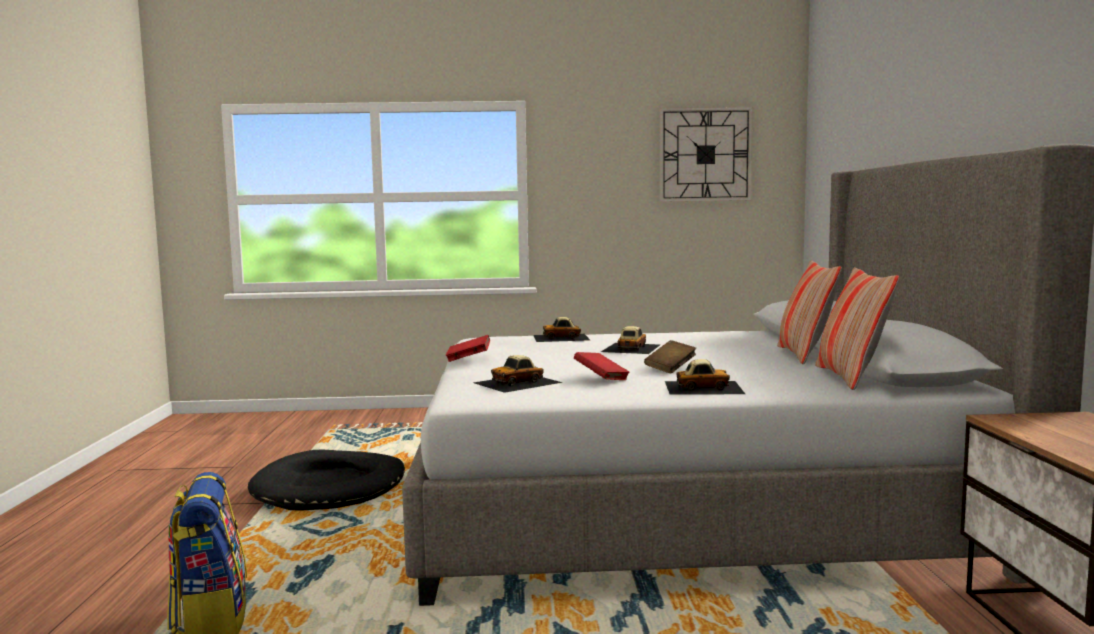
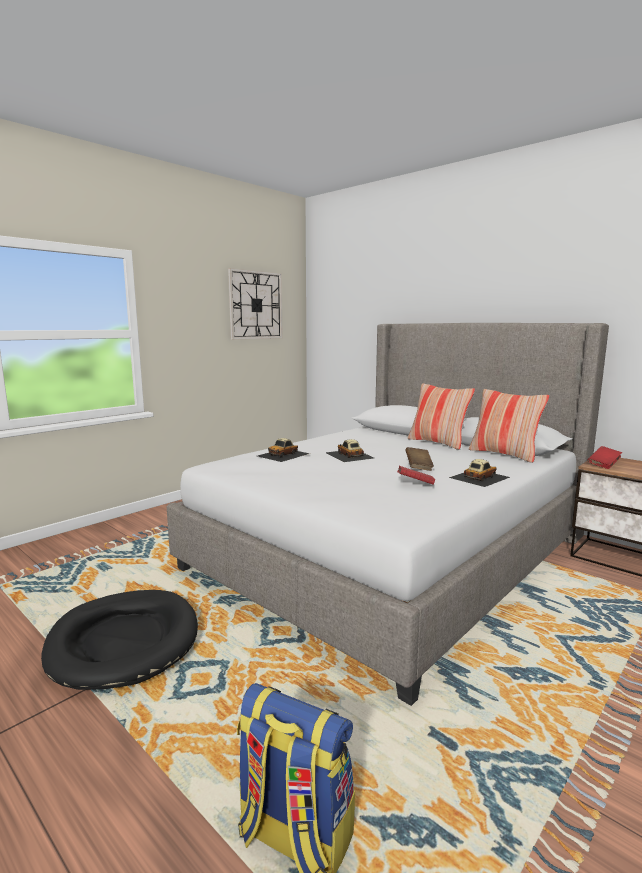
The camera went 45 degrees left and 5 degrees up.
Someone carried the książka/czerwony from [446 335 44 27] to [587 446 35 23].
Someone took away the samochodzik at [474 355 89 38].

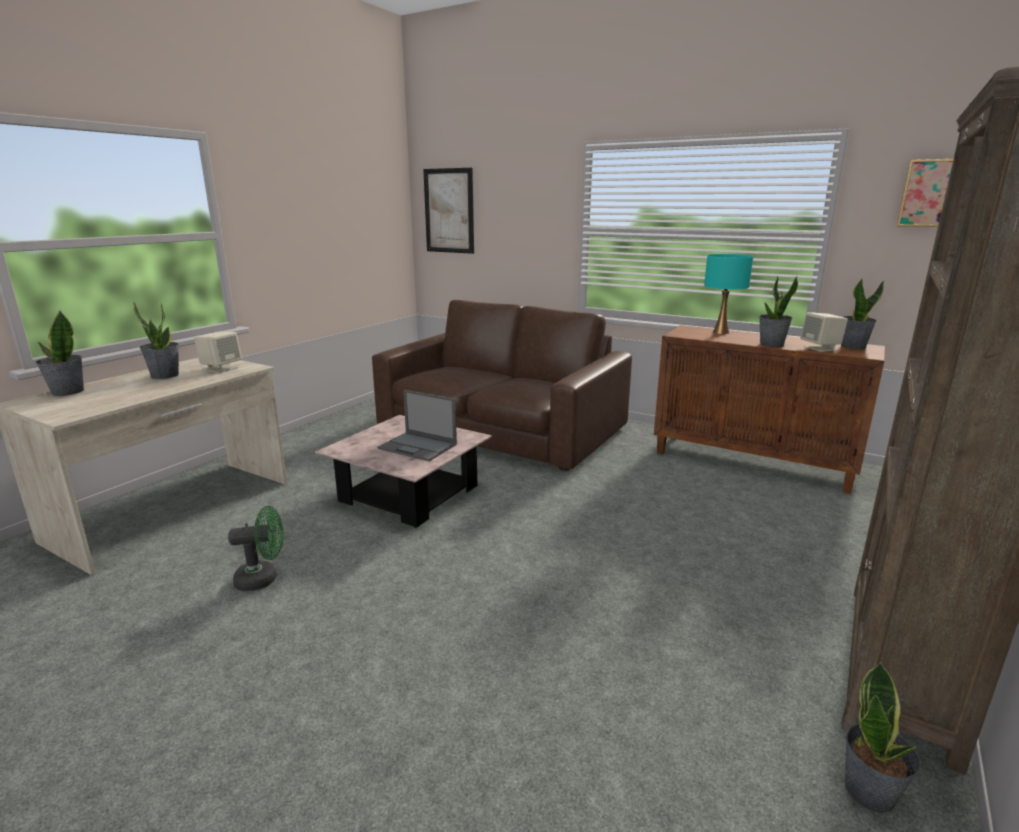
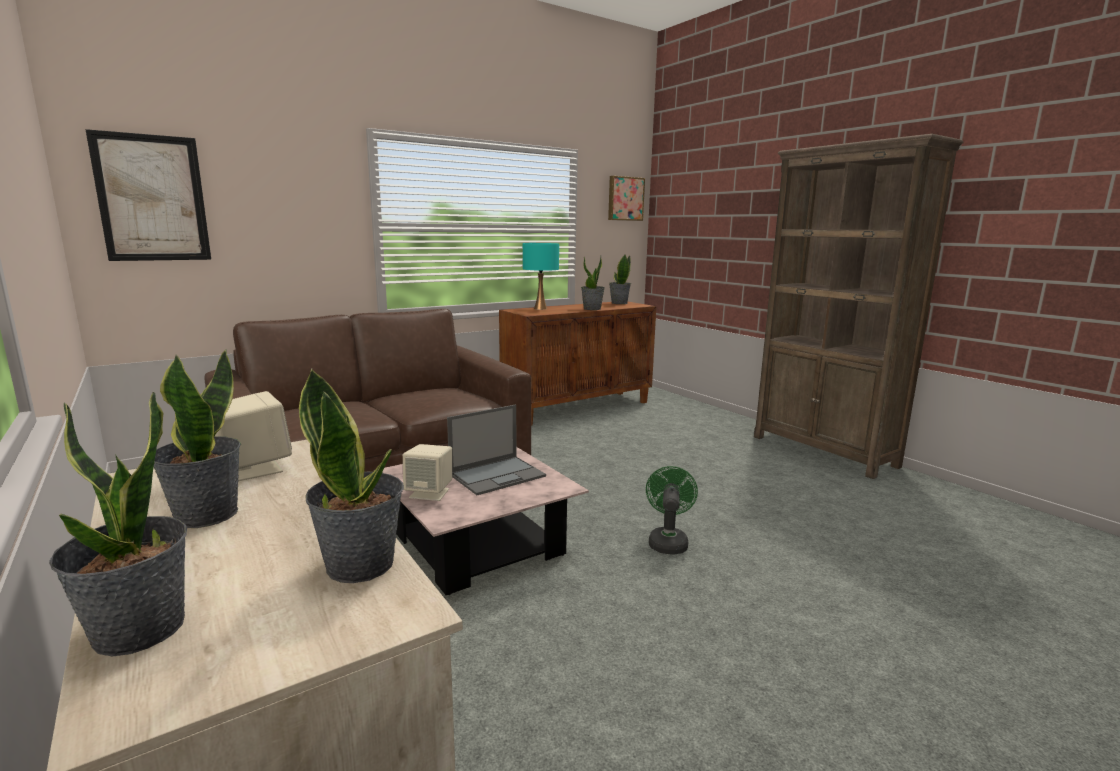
The camera went 65 degrees left and 5 degrees down.
Someone carried the wentylator/zielony from [228 506 56 85] to [646 466 52 89].
Someone carried the głośnik/beżowy from [800 312 48 40] to [403 444 49 57].
Someone carried the roślina doniczkowa from [845 662 76 151] to [299 368 105 215].

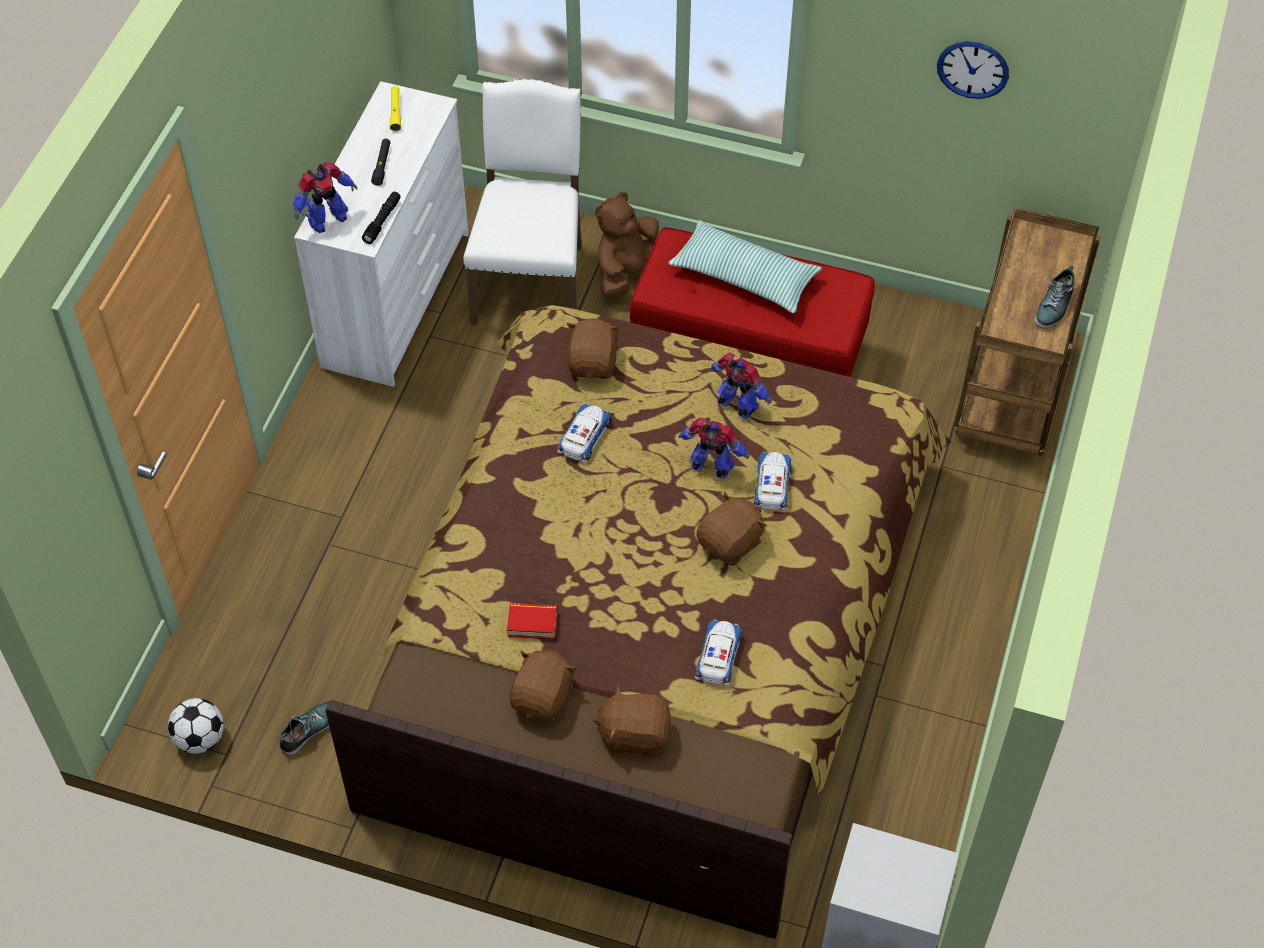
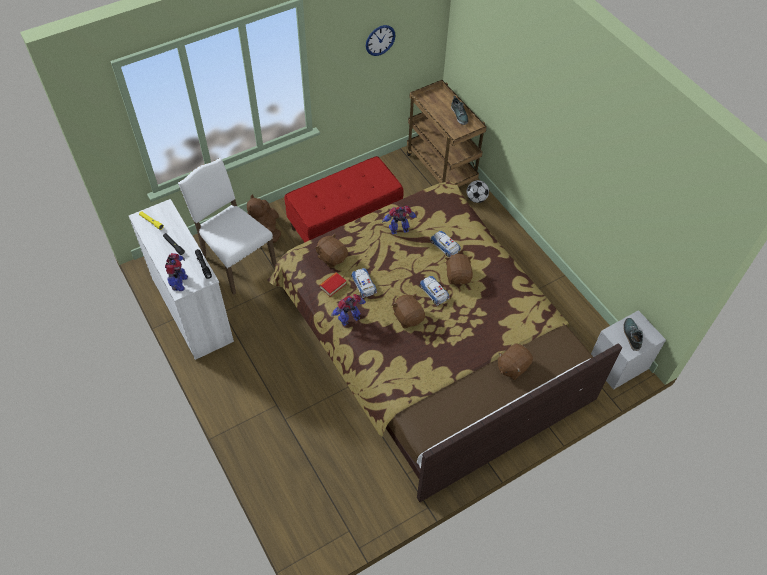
The camera went 50 degrees left and 0 degrees up.
Someone carried the piłka futbolowa from [168 698 56 56] to [467 180 22 23].
Someone carried the but from [277 702 52 54] to [623 318 20 33].
Someone carried the książka from [507 603 50 36] to [320 272 26 25].
Someone carried the pluszak/brązowy from [510 650 67 71] to [392 293 33 35].
Someone took away the poduszka at [668 220 154 93].
Someone carried the robot zabawkowy from [678 418 71 61] to [331 294 35 32].
Someone carried the samochodzik from [695 619 47 67] to [419 276 31 30].

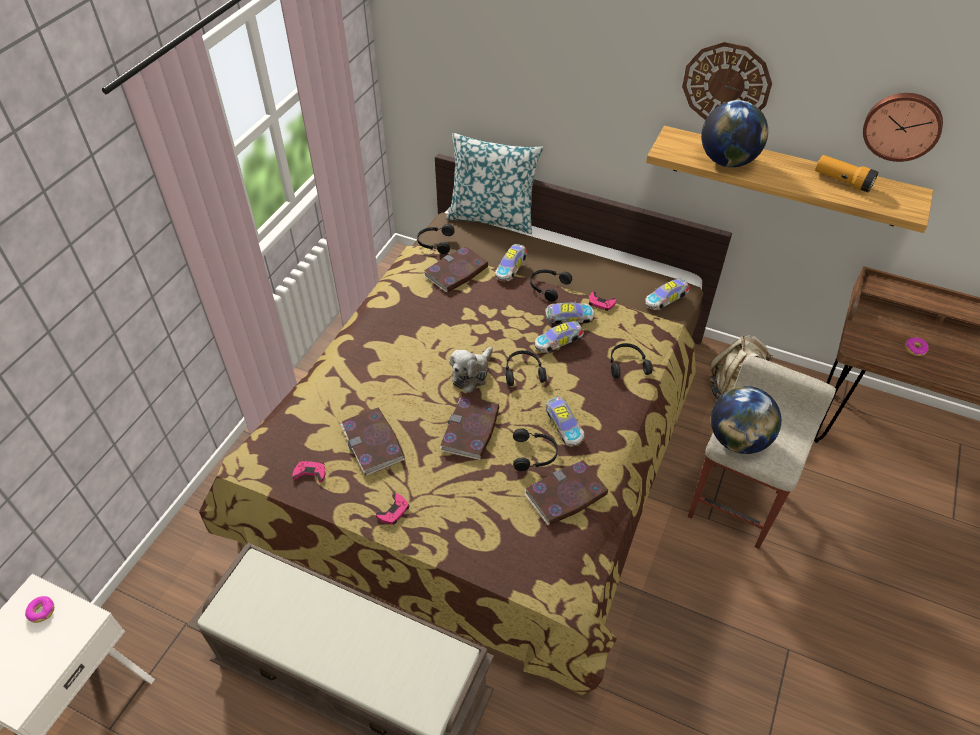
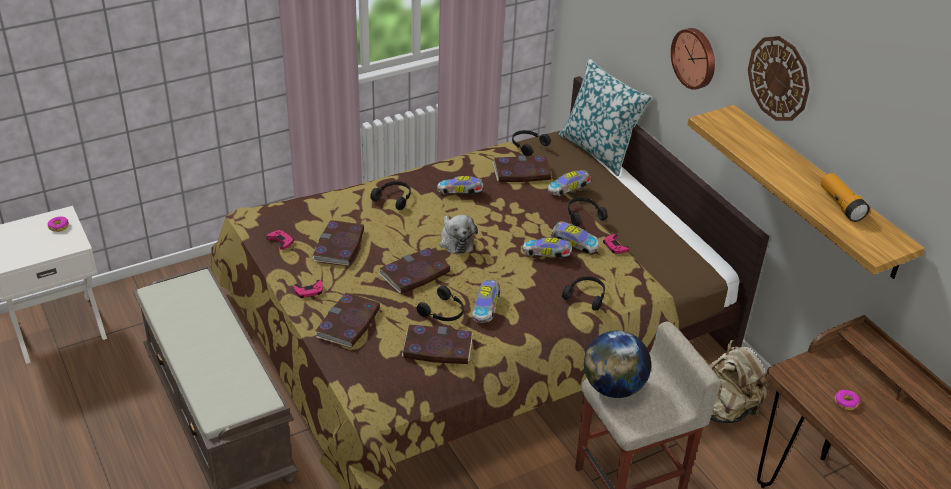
The camera went 35 degrees right and 10 degrees down.
Someone rotated the pluszak at [449 347 44 46] by 90 degrees counterclockwise.
Someone carried the słuchawki/czarny from [506 350 41 36] to [370 181 41 29].
Someone carried the samochodzik from [645 279 44 31] to [437 176 47 19].
Someone took away the globus at [701 100 67 67].
Someone carried the zegar ścienny from [863 93 80 69] to [671 28 44 62].
Someone put down the książka at [315 293 65 55].

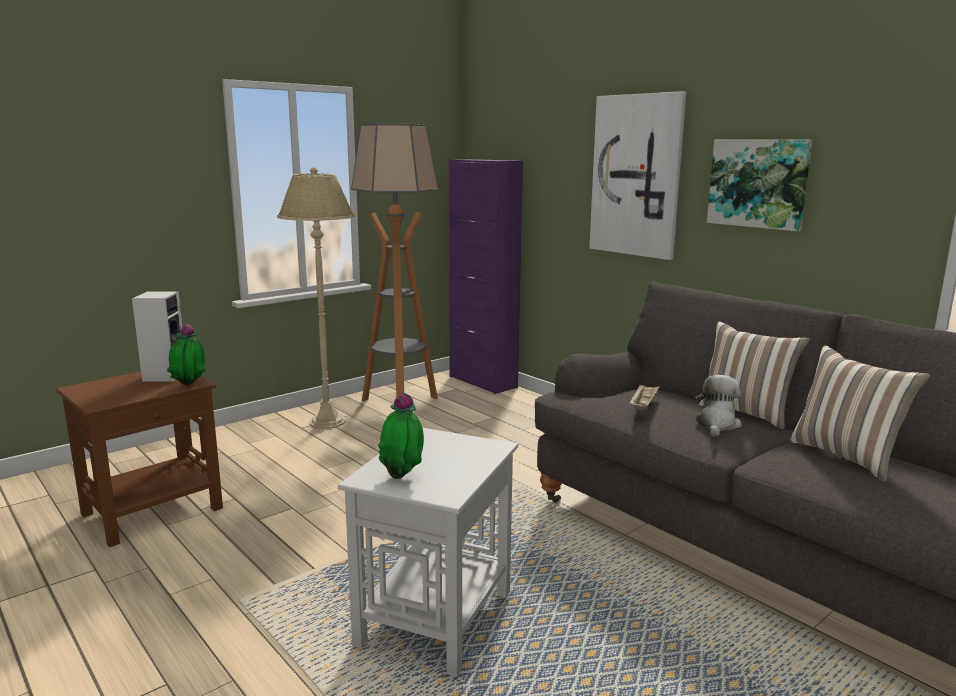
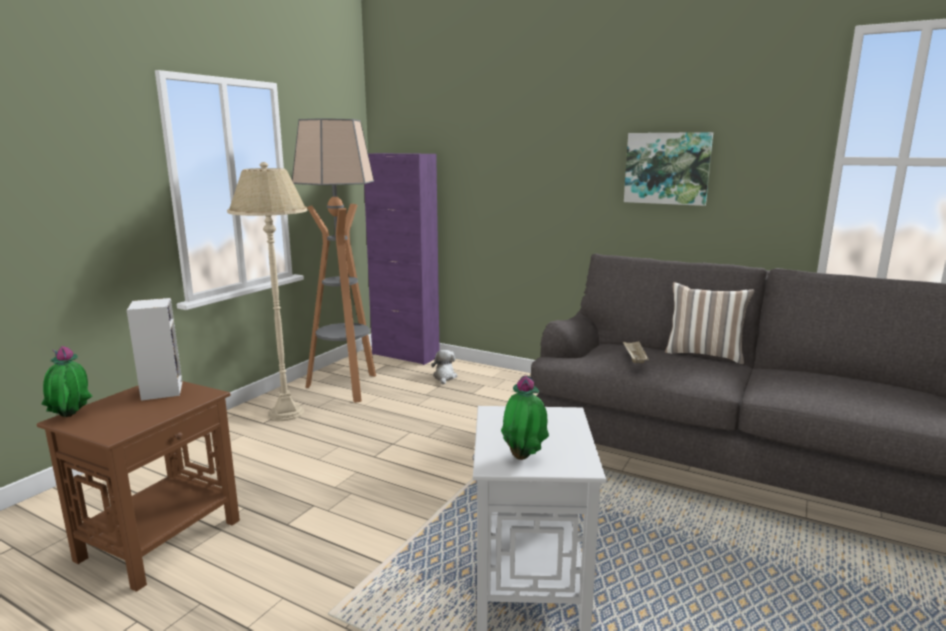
The camera went 20 degrees left and 0 degrees up.
Someone carried the roślina doniczkowa from [167 323 39 62] to [41 346 51 71].
Someone took away the obraz at [589 91 97 169].
Someone carried the pluszak from [694 375 48 62] to [431 350 26 35].
Someone took away the poduszka at [790 345 140 137].

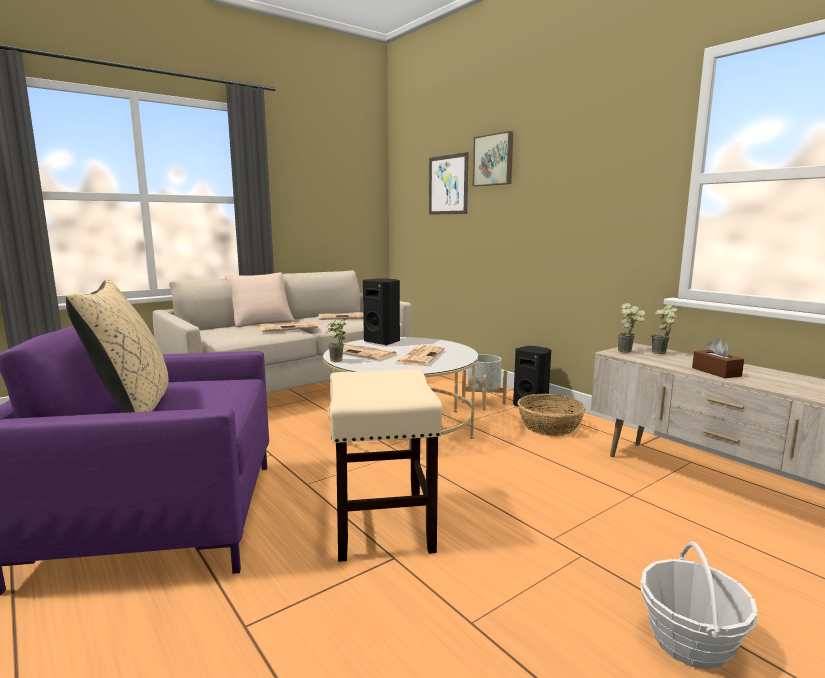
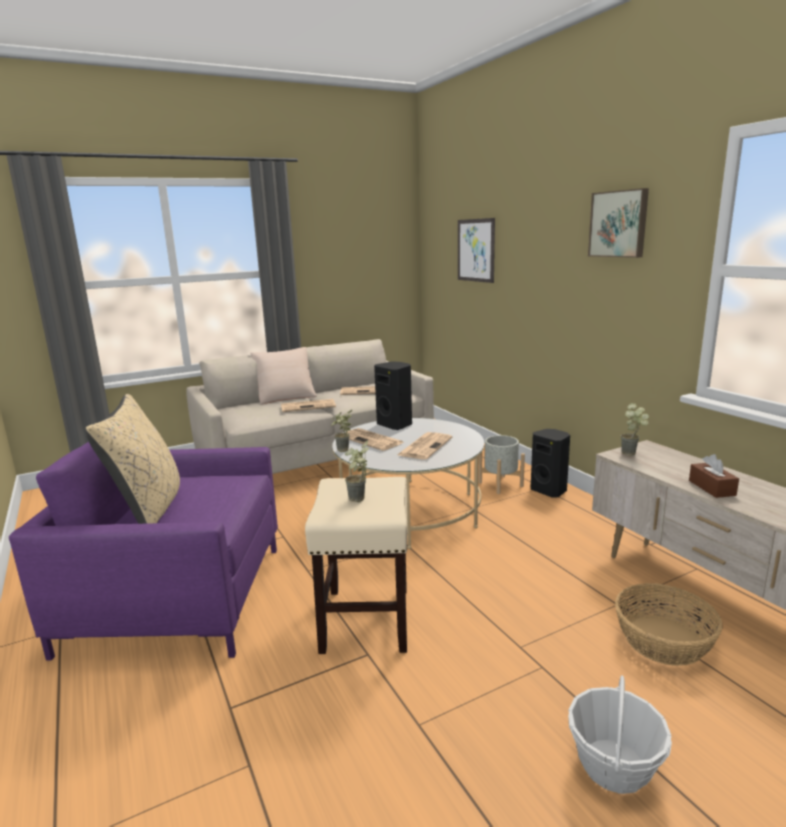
The camera went 10 degrees right and 5 degrees up.
Someone carried the obraz from [473 131 40 55] to [588 188 61 70].
Someone carried the koszyk from [518 394 68 42] to [615 583 108 83].
Someone carried the roślina doniczkowa from [651 304 27 50] to [345 441 24 61].

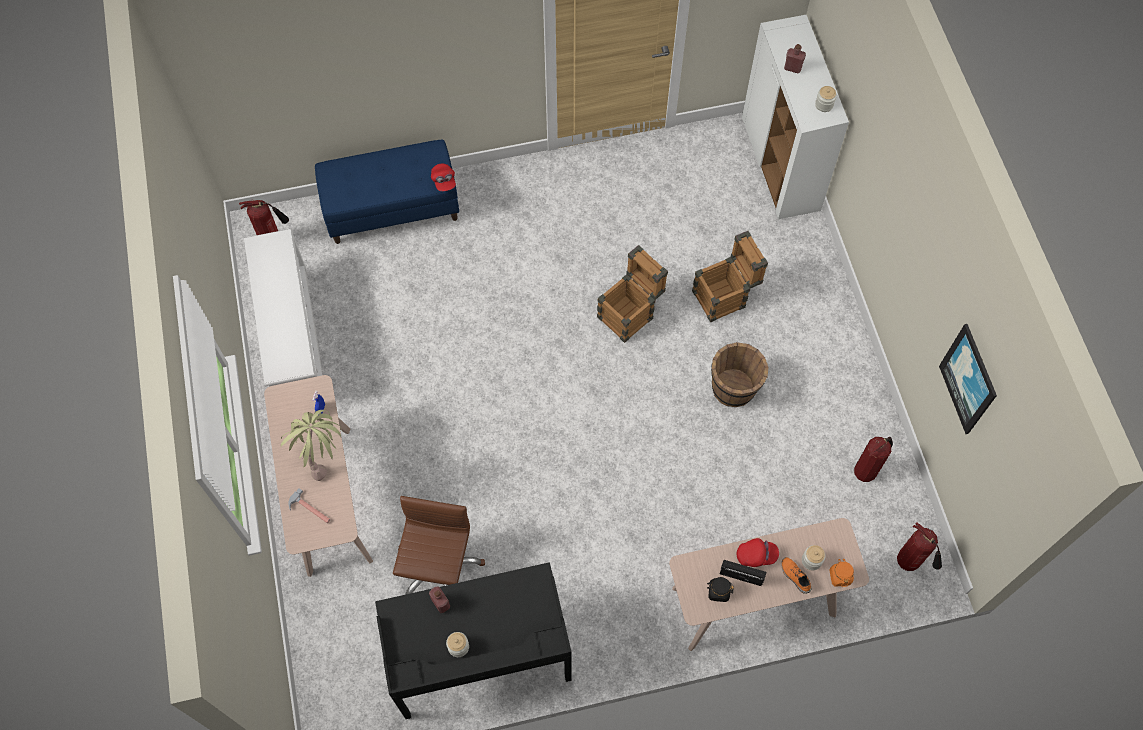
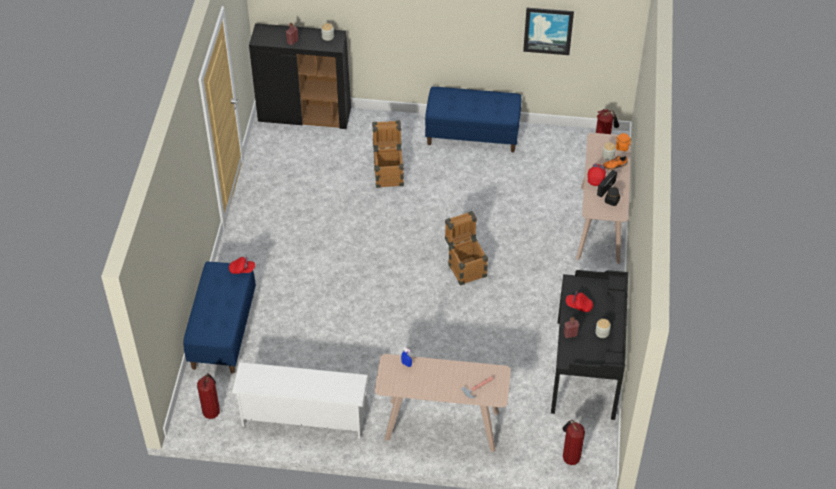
The camera went 70 degrees left and 15 degrees down.
Someone took away the roślina doniczkowa at [280 410 62 71].
Someone took away the krzesło biurowe/brązowy at [393 496 92 99].
Someone carried the skrzynka from [597 245 71 98] to [445 211 43 75].
Someone took away the wiadro/brązowy at [711 342 57 65].
Someone repainted the szafka/biały at [742 15 107 204], which became the szafka/czarny at [249 23 102 106].
Someone carried the gaśnica from [854 437 39 45] to [562 420 23 45].
Someone put down the ławka/niebieski at [425 87 96 65].
Someone put down the czapka z daszkiem/czerwony at [566 291 27 21].

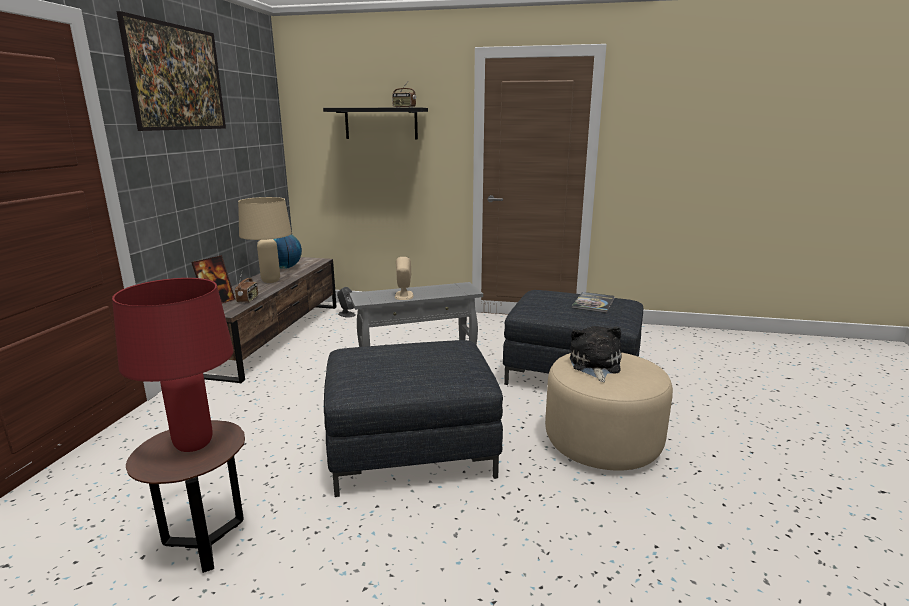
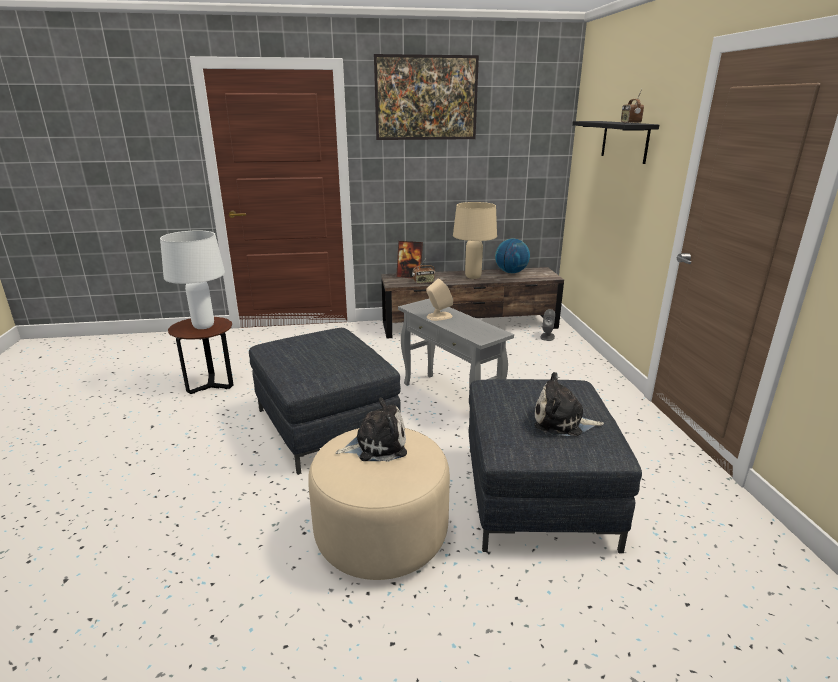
The camera went 70 degrees right and 5 degrees up.
Someone repainted the lampa stołowa/czerwony at [112 278 122 174], which became the lampa stołowa/biały at [160 230 65 99].
Someone swapped the książka at [572 292 43 21] for the pluszak at [535 372 69 64].

